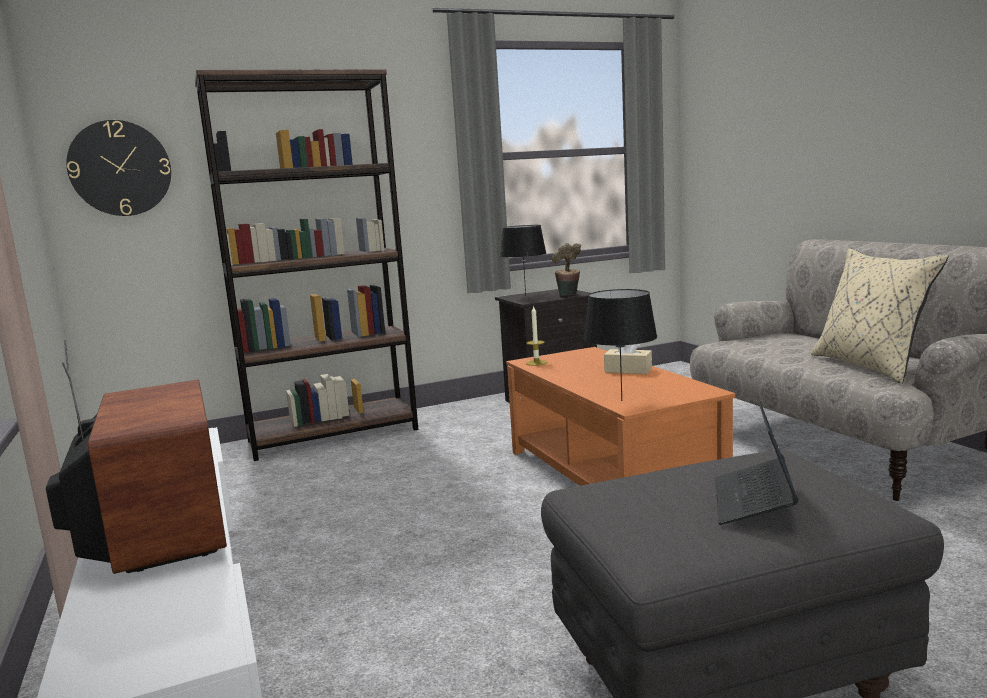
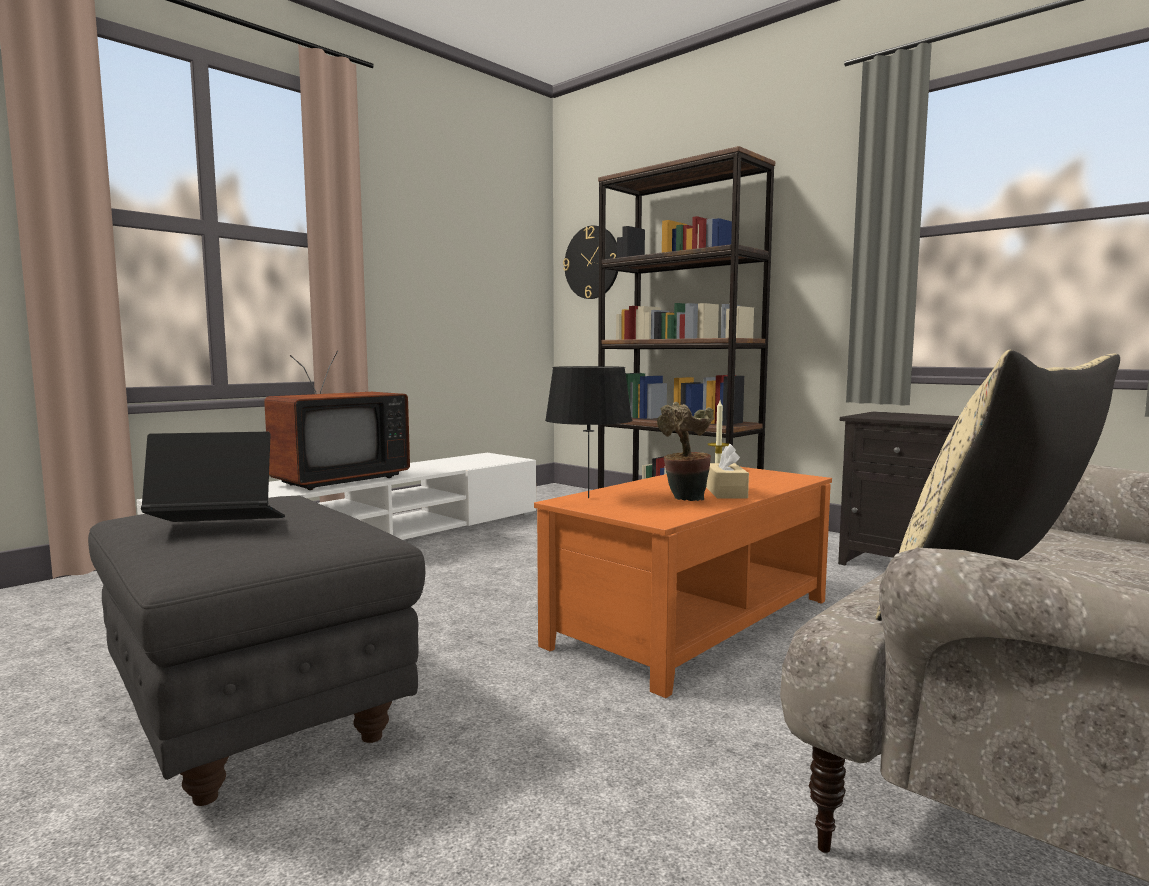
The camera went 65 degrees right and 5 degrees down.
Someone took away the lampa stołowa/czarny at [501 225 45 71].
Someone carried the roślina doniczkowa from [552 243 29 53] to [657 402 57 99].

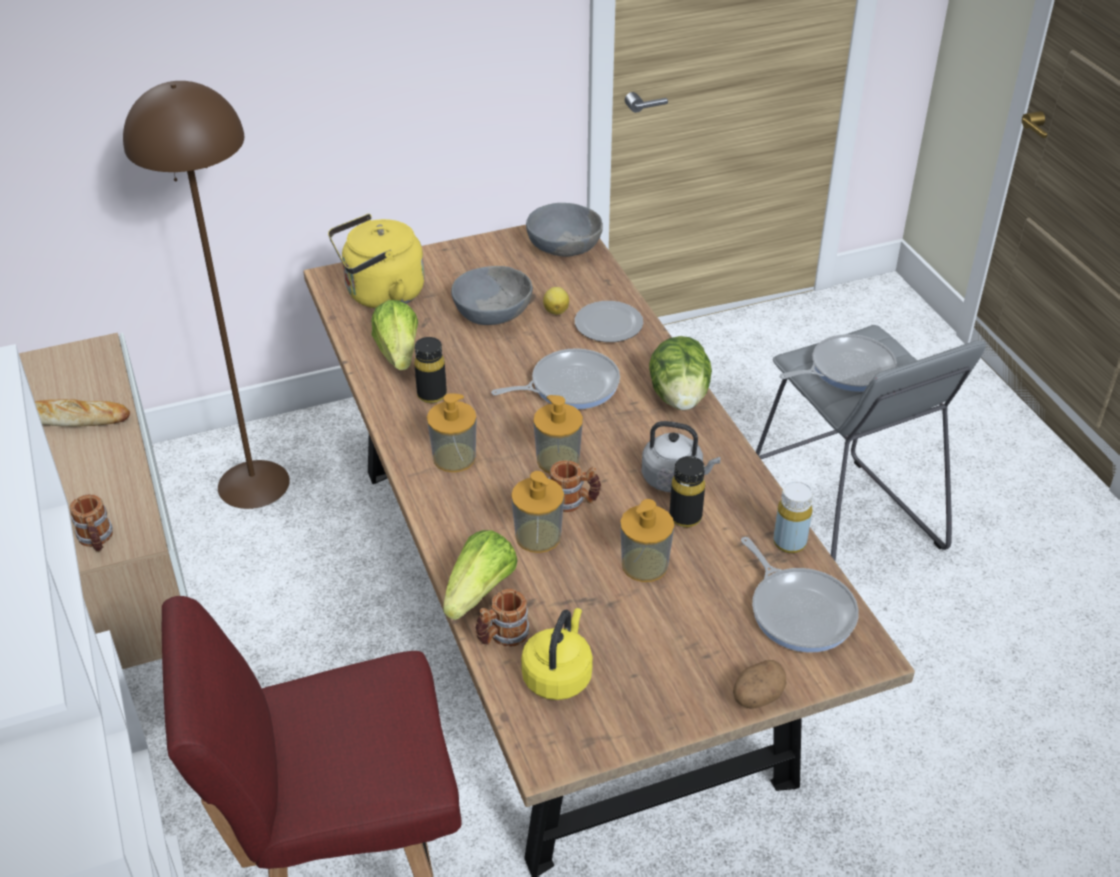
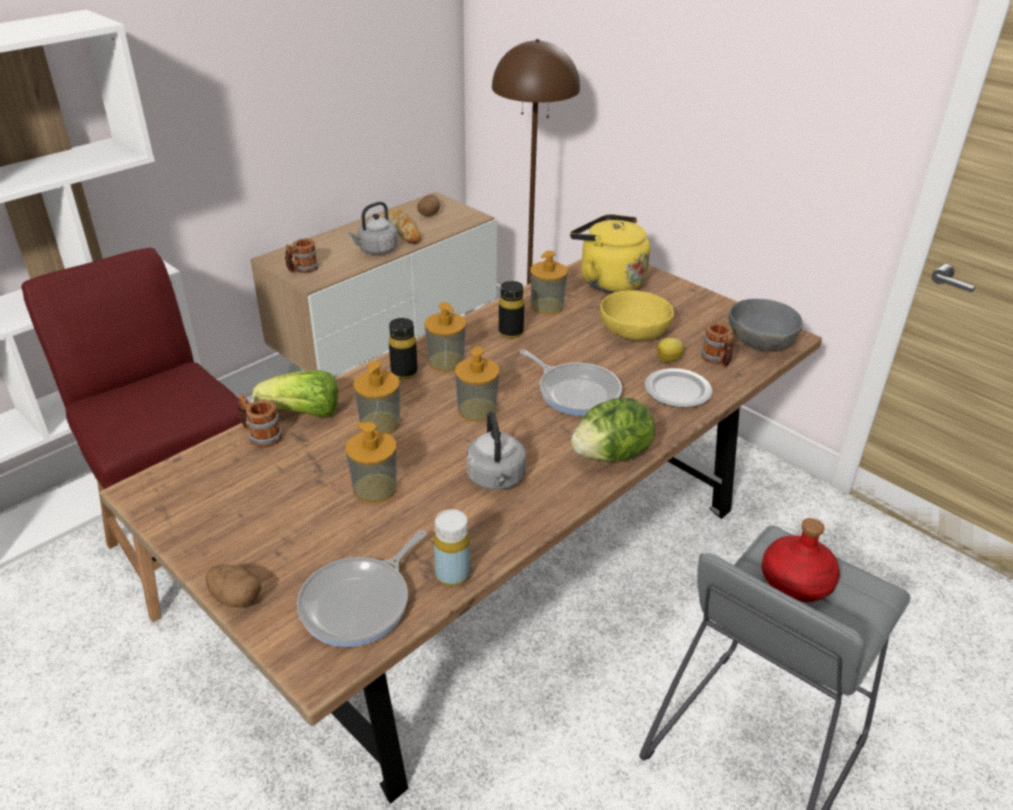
The camera went 65 degrees right and 5 degrees down.
Someone swapped the sałata at [371 300 47 70] for the dozownik mydła at [530 251 38 64].
Someone repainted the miska/szary at [451 266 82 59], which became the miska/żółty at [600 290 74 50].
Someone took away the czajnik/żółty at [521 608 72 92].
Someone carried the kubek from [548 461 53 51] to [700 323 33 44].
Someone carried the butelka/czarny from [670 456 35 71] to [389 318 29 61].
Someone swapped the patelnia at [779 334 118 58] for the butelka/czerwony at [762 518 78 84].
Someone put down the czajnik/szary at [348 202 50 53].
Someone put down the ziemniak at [417 194 23 22].

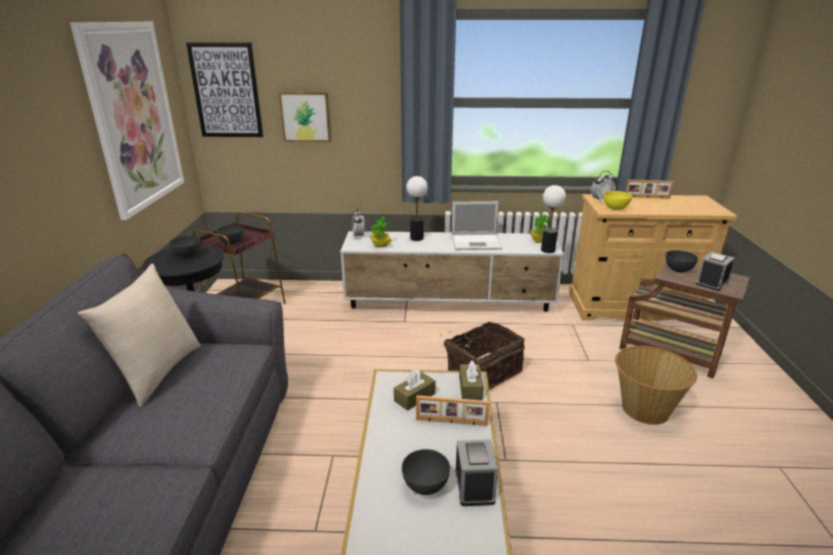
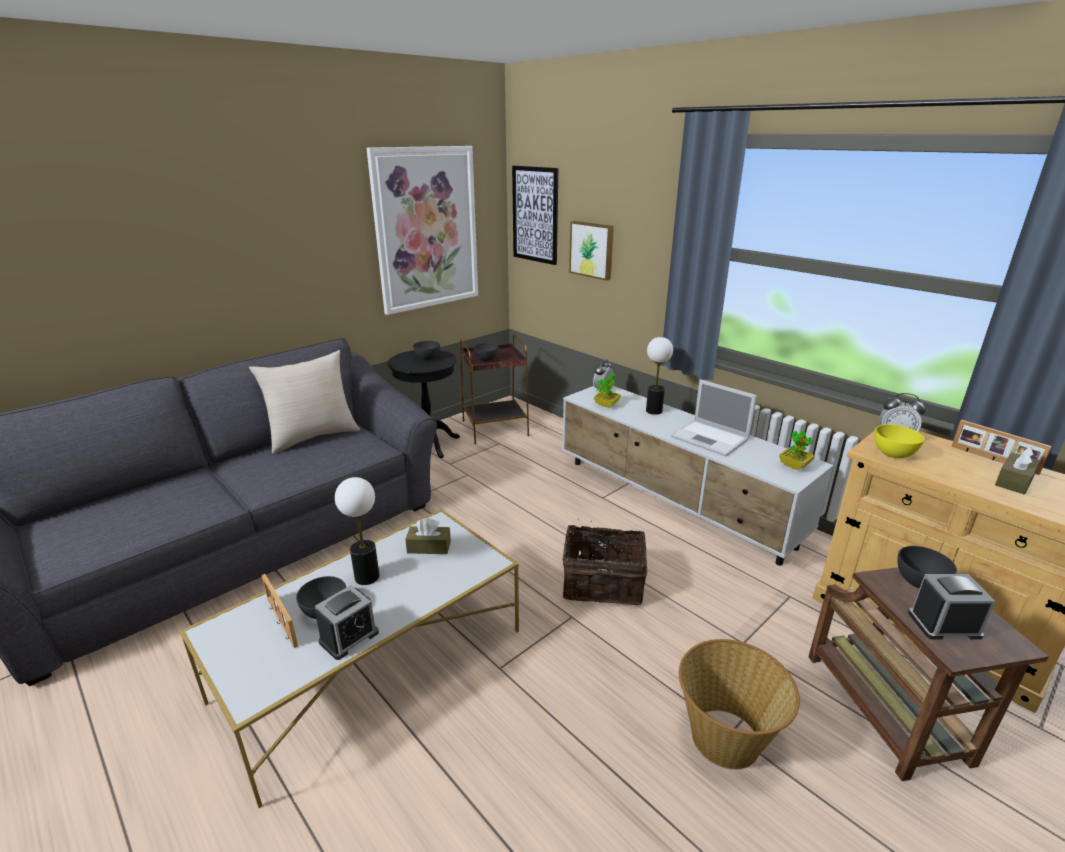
The camera went 45 degrees right and 0 degrees up.
Someone carried the ramka na zdjęcie from [416 395 73 31] to [262 574 36 74].
Someone carried the pudełko chusteczek/brązowy from [459 360 24 40] to [995 447 45 47].
Someone carried the lampa stołowa from [541 185 25 68] to [335 477 44 108].

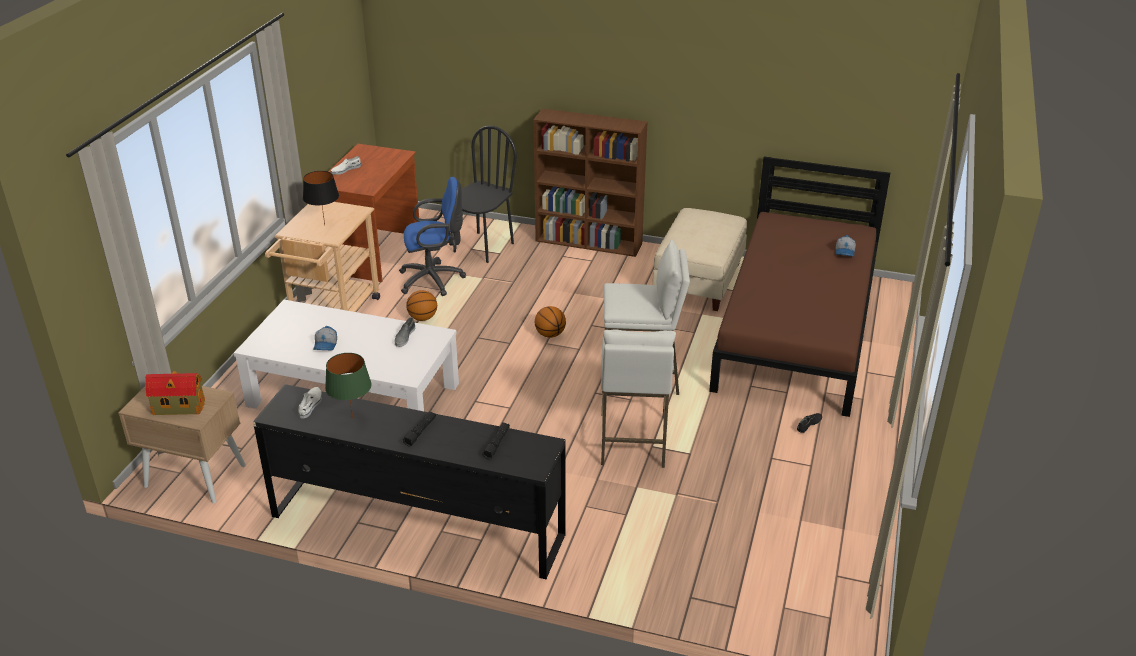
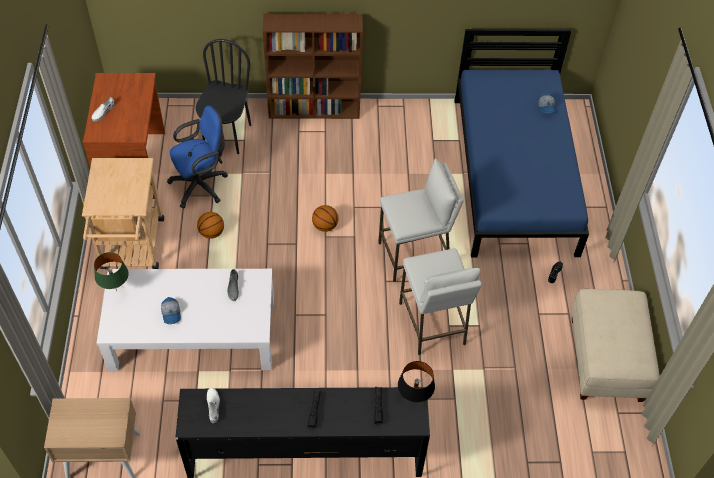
The camera went 20 degrees left and 20 degrees up.
Someone took away the domek at [145 371 60 44].
Someone carried the lampa stołowa/czarny from [303 171 36 53] to [398 361 37 41].
Someone carried the lampa stołowa/zielony from [325 353 47 65] to [94 252 35 39].
Someone carried the pufa/beżowy from [652 208 95 103] to [571 289 89 113].
Someone repainted the łóżko/brązowy at [709 156 181 261], which became the łóżko/niebieski at [455 29 134 229].

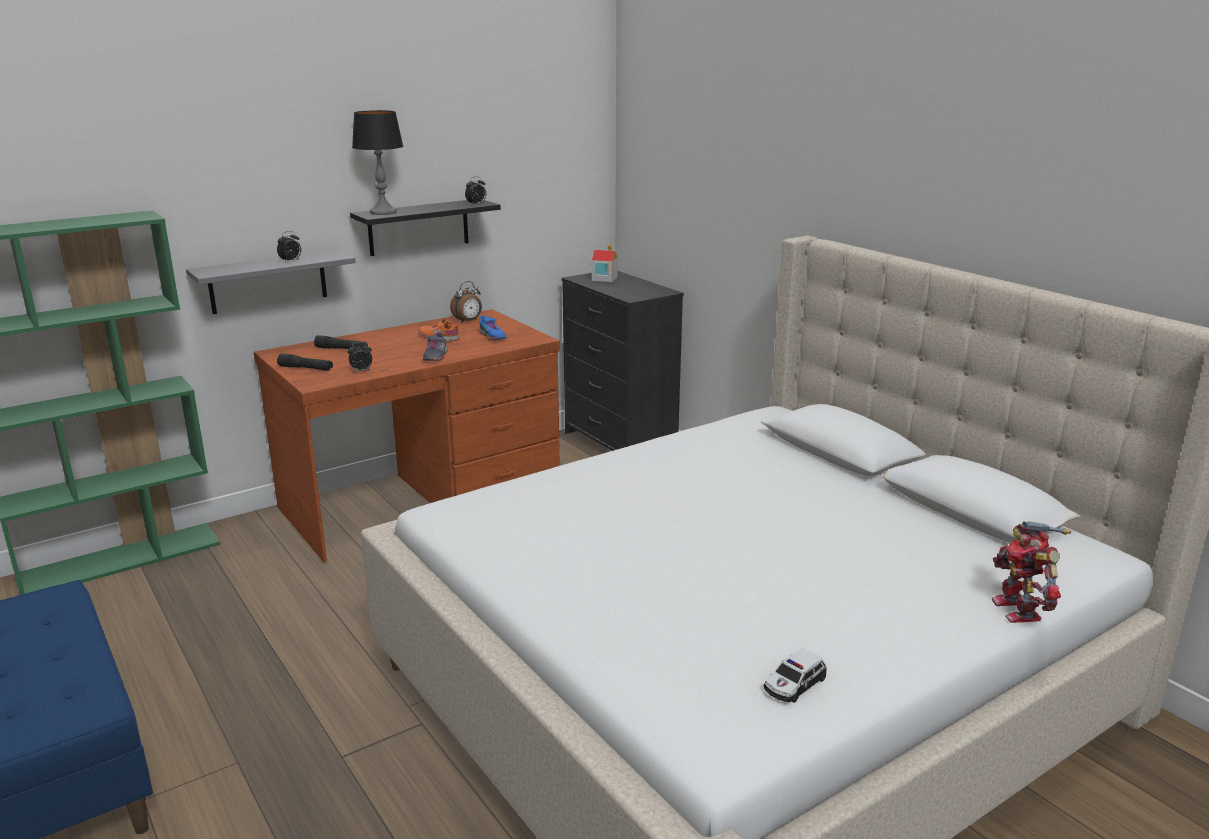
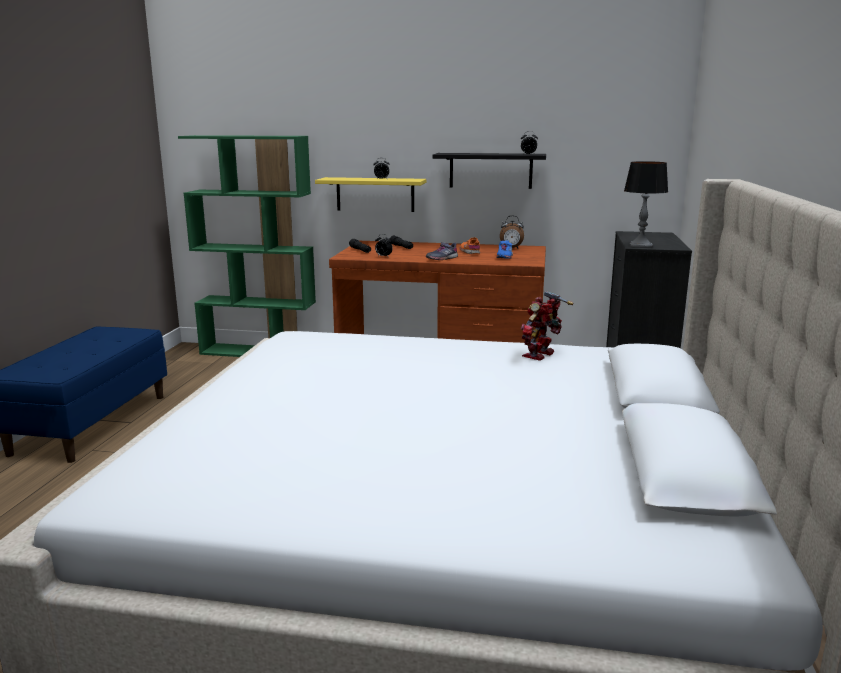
The camera went 45 degrees right and 5 degrees down.
Someone repainted the półka/szary at [186 250 170 64], which became the półka/żółty at [315 177 111 35].
Someone carried the lampa stołowa from [352 110 51 105] to [624 161 44 87].
Someone took away the domek at [591 245 26 37].
Someone took away the samochodzik at [764 648 62 55].
Someone carried the robot zabawkowy from [992 521 79 102] to [521 291 52 70].

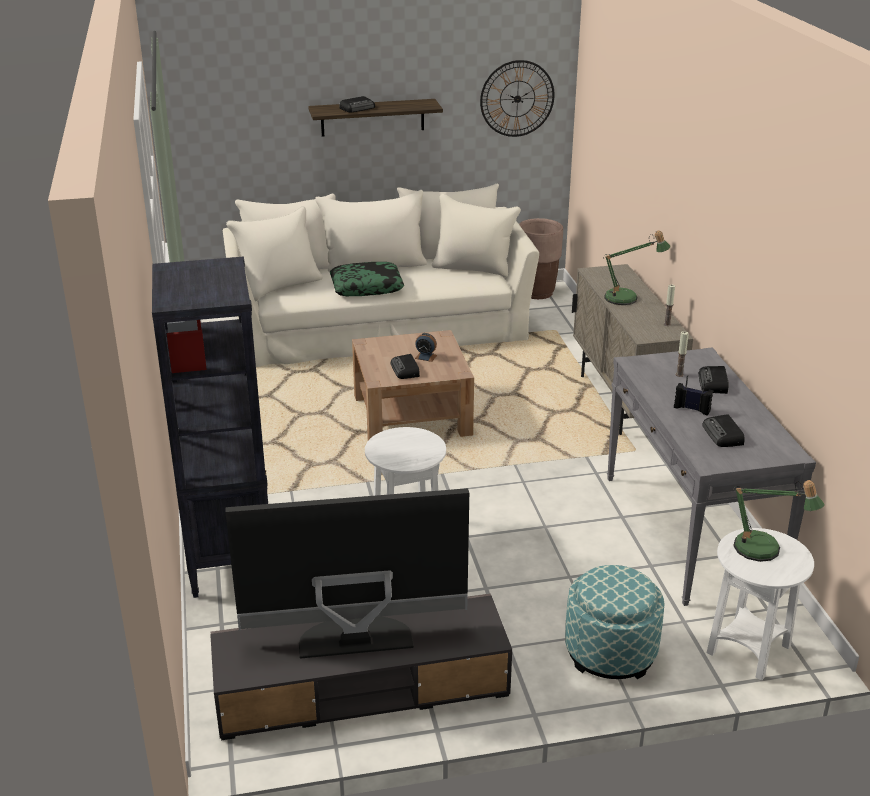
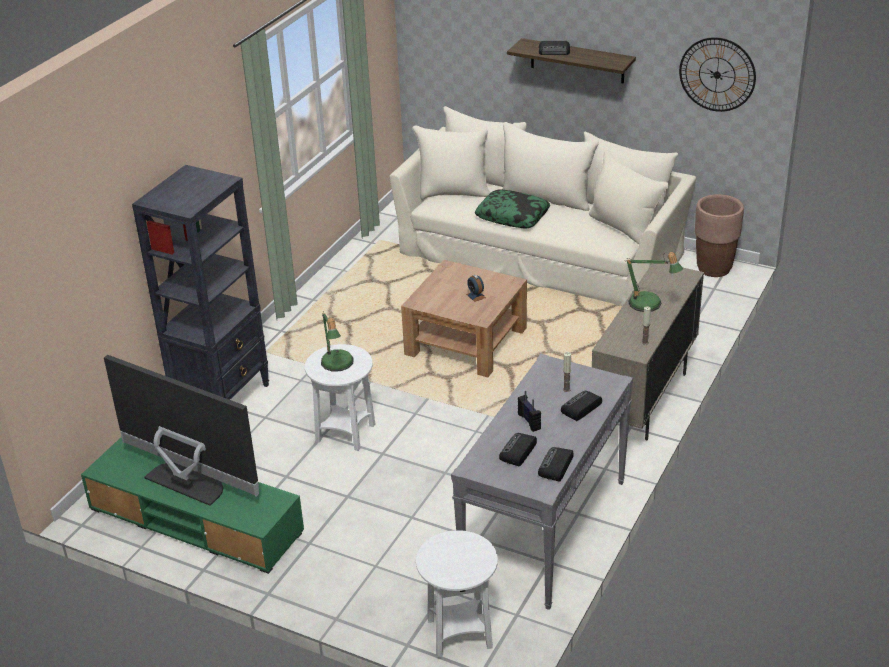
The camera went 40 degrees right and 5 degrees up.
Someone repainted the szafka pod telewizor/szary at [210 593 302 147], which became the szafka pod telewizor/zielony at [81 437 223 137].
Someone carried the radio from [391 354 29 25] to [538 447 35 35].
Someone took away the pufa at [565 565 99 114].
Someone carried the lampa stołowa from [733 480 92 82] to [321 313 33 59].

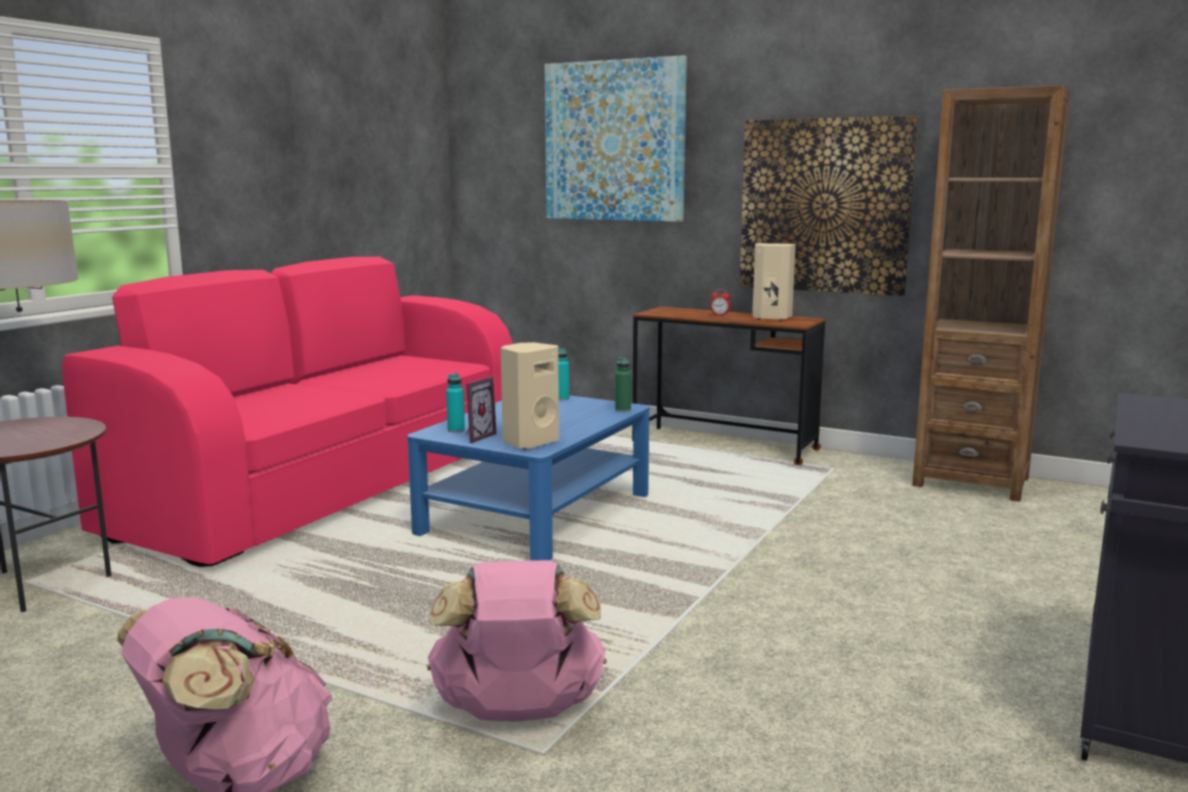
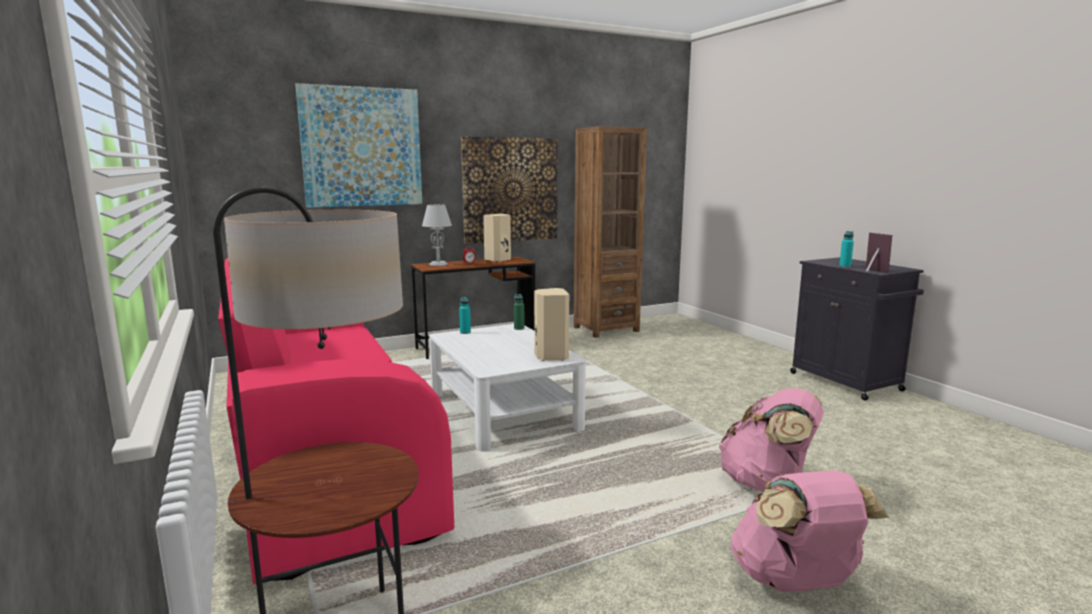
The camera went 55 degrees left and 0 degrees up.
Someone repainted the ława/niebieski at [407 395 243 166], which became the ława/biały at [429 324 157 128].
Someone carried the butelka/turkusowy from [446 373 19 60] to [839 231 15 37].
Someone carried the ramka na zdjęcie from [465 376 32 67] to [866 233 26 40].
Someone put down the lampa stołowa/szary at [422 204 30 62].

